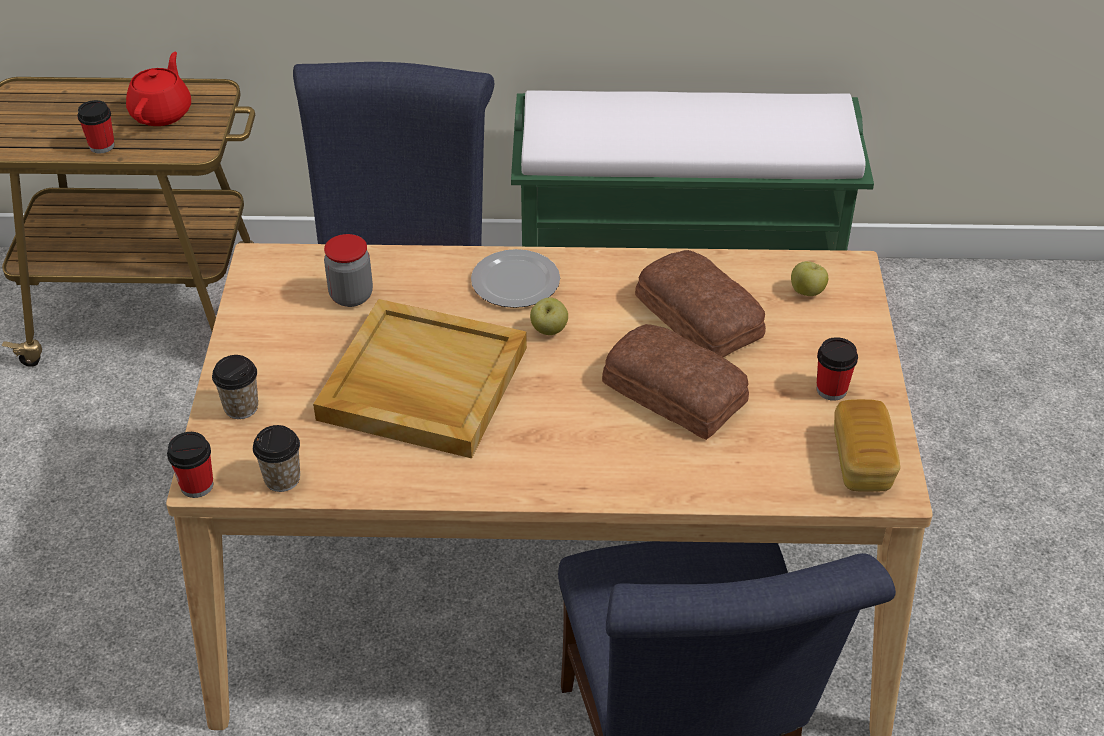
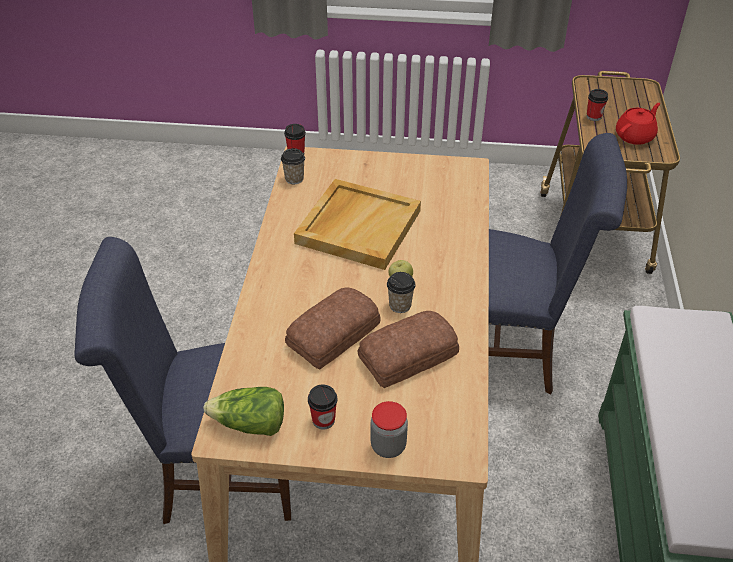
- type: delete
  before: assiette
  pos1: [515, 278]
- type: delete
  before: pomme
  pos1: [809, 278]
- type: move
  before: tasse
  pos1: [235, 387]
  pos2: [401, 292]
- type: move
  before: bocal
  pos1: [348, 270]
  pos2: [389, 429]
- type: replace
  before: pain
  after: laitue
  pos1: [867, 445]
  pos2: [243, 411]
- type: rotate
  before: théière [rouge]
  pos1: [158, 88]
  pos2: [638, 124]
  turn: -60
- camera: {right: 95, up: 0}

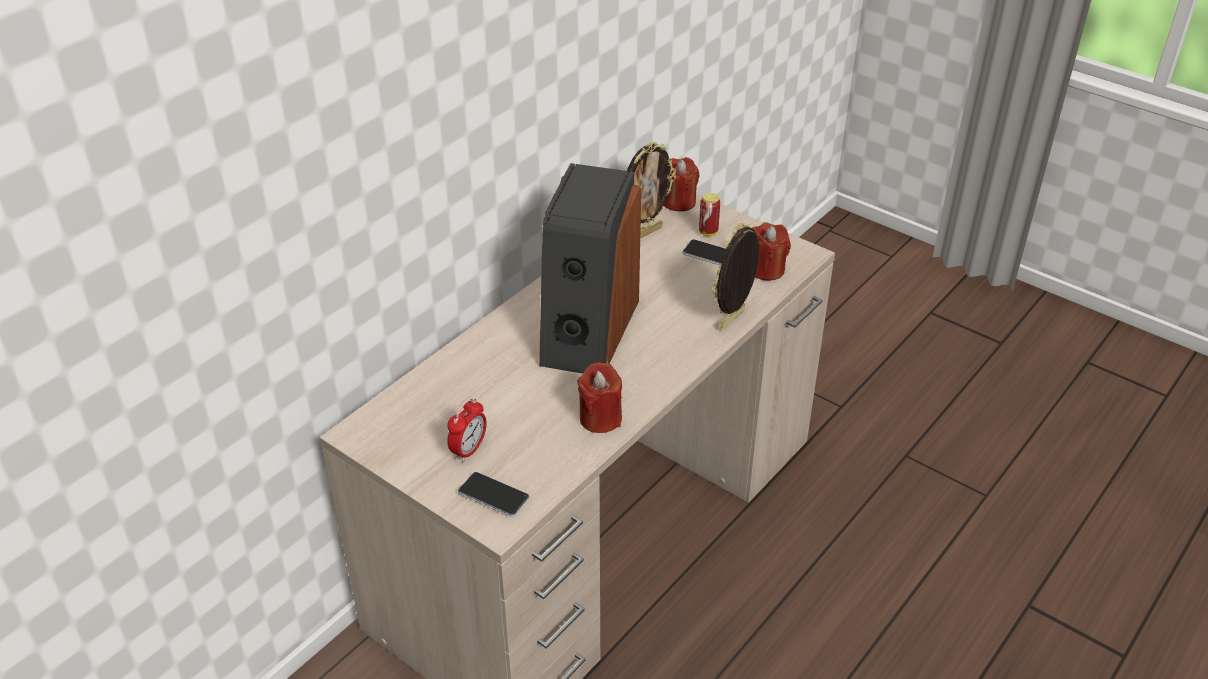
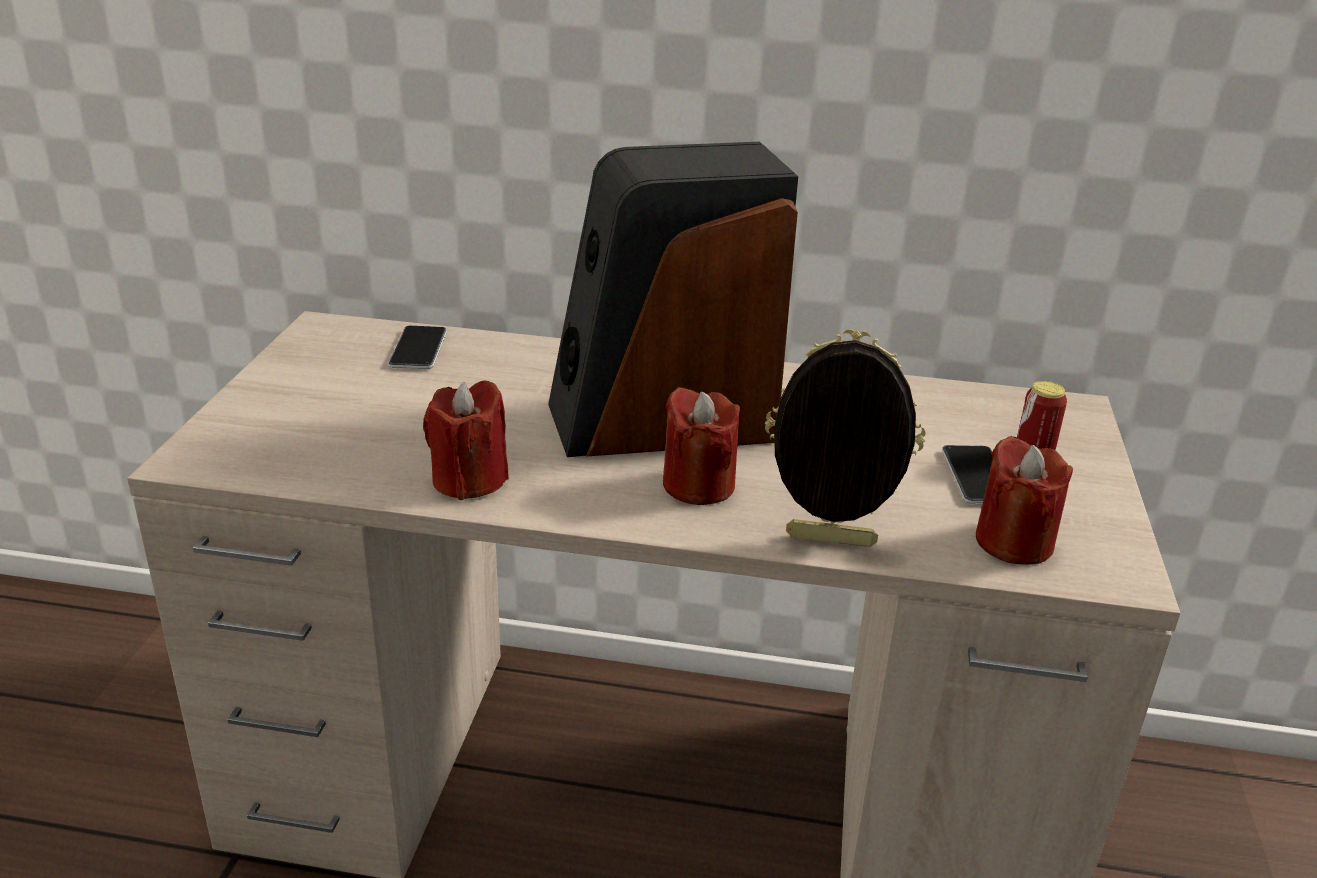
- type: delete
  before: réveil
  pos1: [467, 430]
- type: delete
  before: cadre photo
  pos1: [651, 190]
- type: move
  before: téléphone
  pos1: [493, 494]
  pos2: [417, 347]
- type: move
  before: bougie [rouge]
  pos1: [681, 184]
  pos2: [701, 446]
- camera: {right: 60, up: -10}

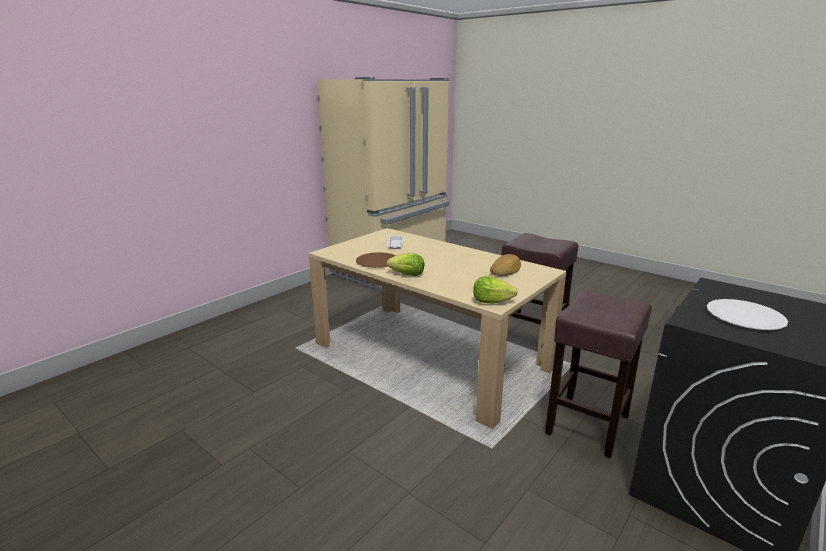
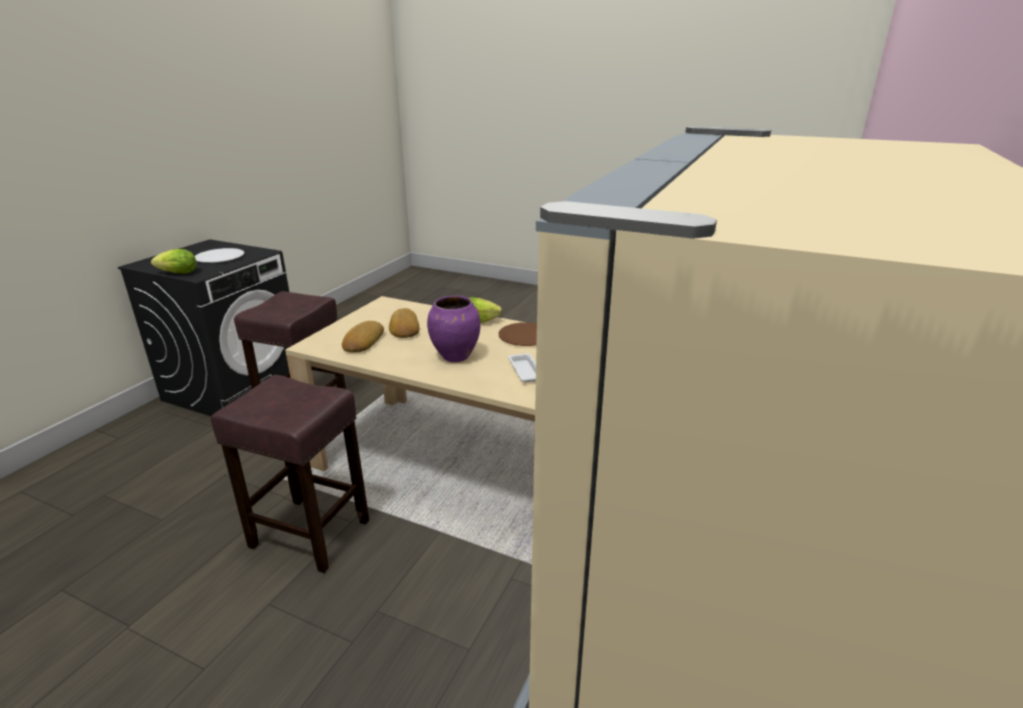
- type: insert
  after: pain
  pos2: [404, 323]
- type: insert
  after: vase [violet]
  pos2: [454, 329]
- type: move
  before: laitue
  pos1: [495, 290]
  pos2: [174, 261]
- camera: {right: 165, up: 5}

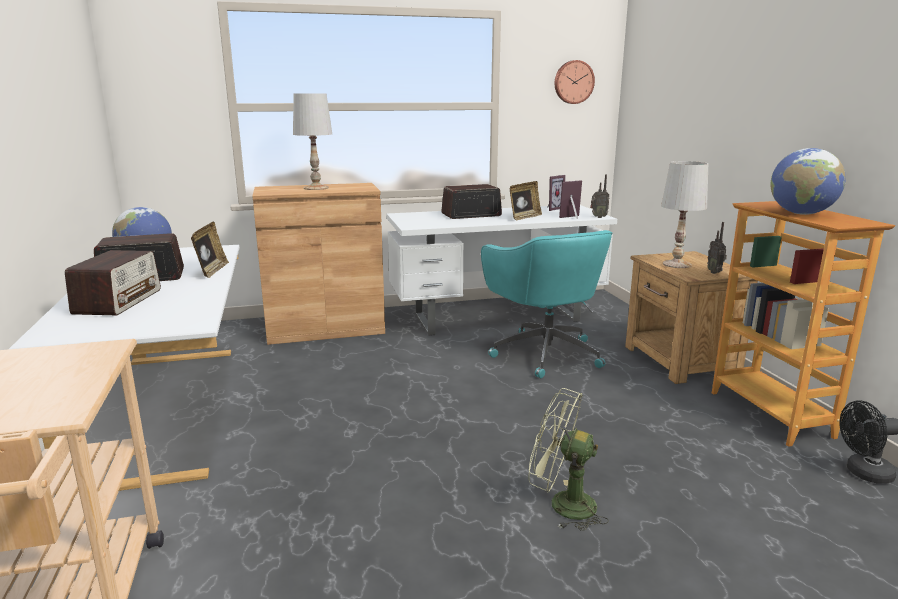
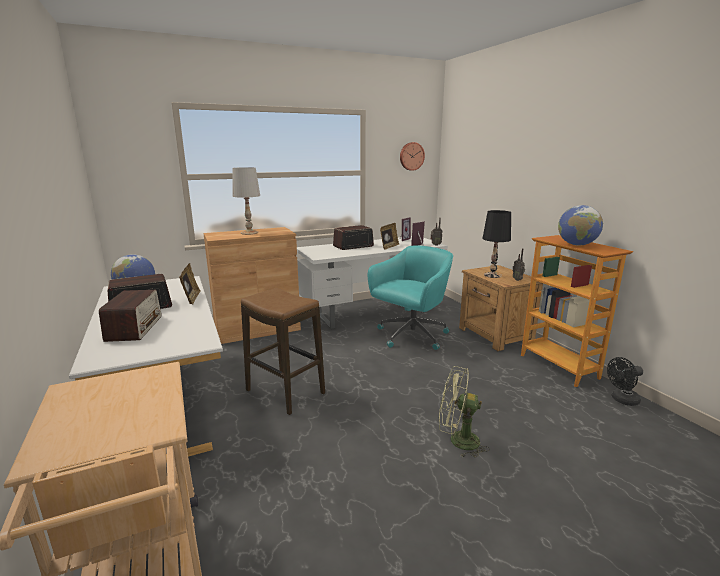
- type: insert
  after: tabouret
  pos2: [283, 351]
- type: recolor
  before: lampe de table [blanc]
  after: lampe de table [noir]
  pos1: [684, 214]
  pos2: [496, 244]
- type: rotate
  before: chaise de bureau [turquoise]
  pos1: [546, 304]
  pos2: [410, 298]
  turn: -105
- camera: {right: -10, up: 0}

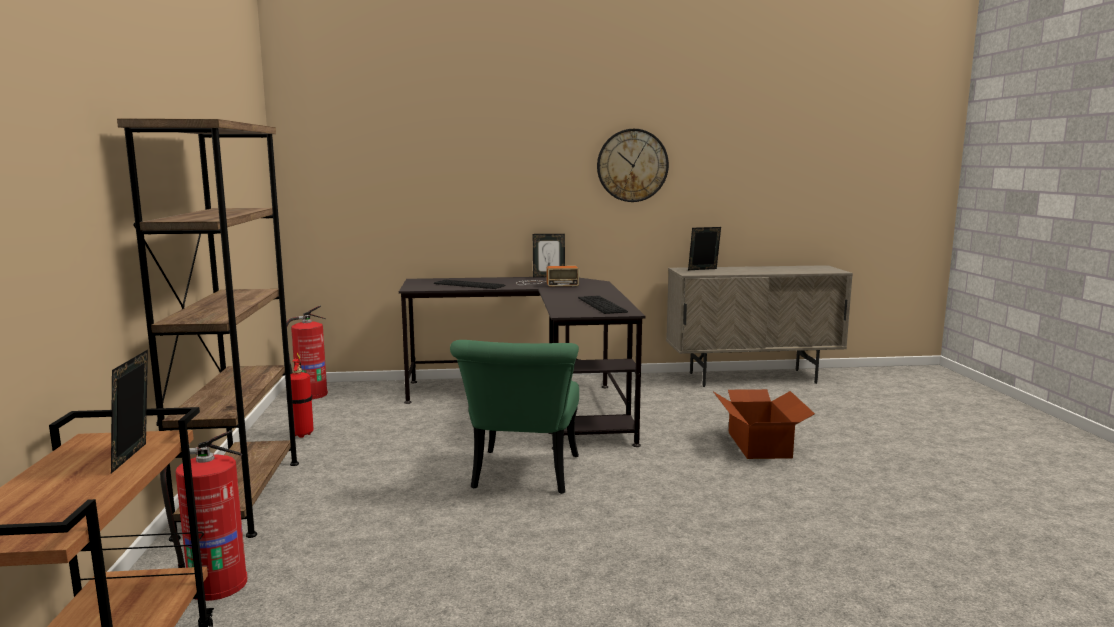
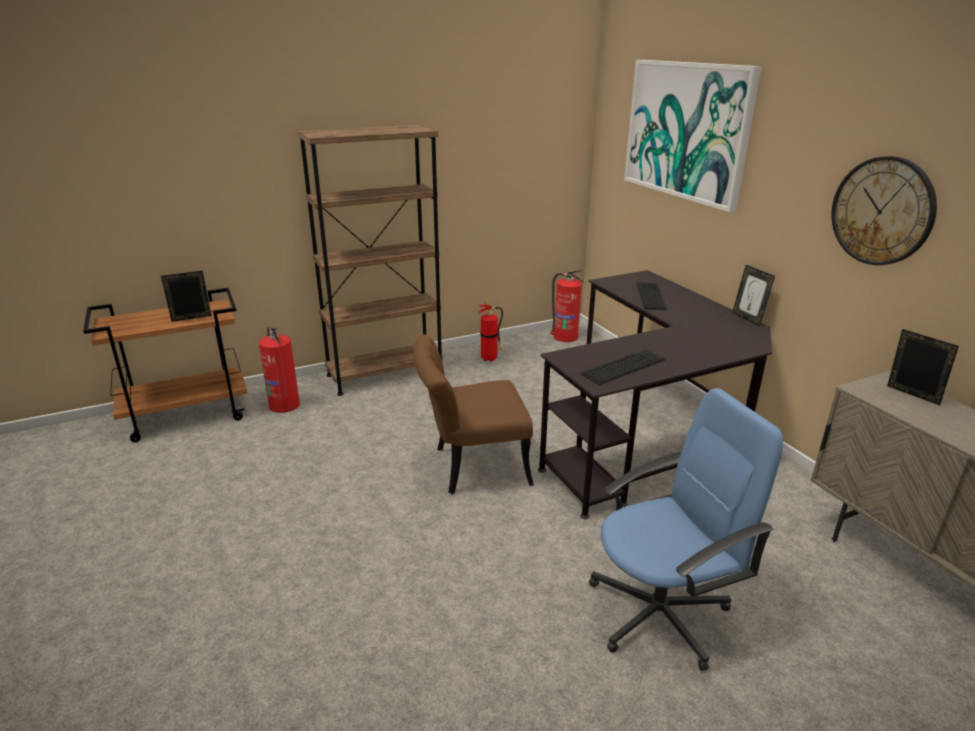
- type: delete
  before: radio
  pos1: [547, 276]
- type: insert
  after: tableau
  pos2: [693, 136]
- type: replace
  before: carton
  after: chaise de bureau [bleu]
  pos1: [764, 424]
  pos2: [686, 529]
- type: recolor
  before: chaise [vert]
  after: chaise [marron]
  pos1: [514, 417]
  pos2: [473, 414]
- camera: {right: 70, up: 15}

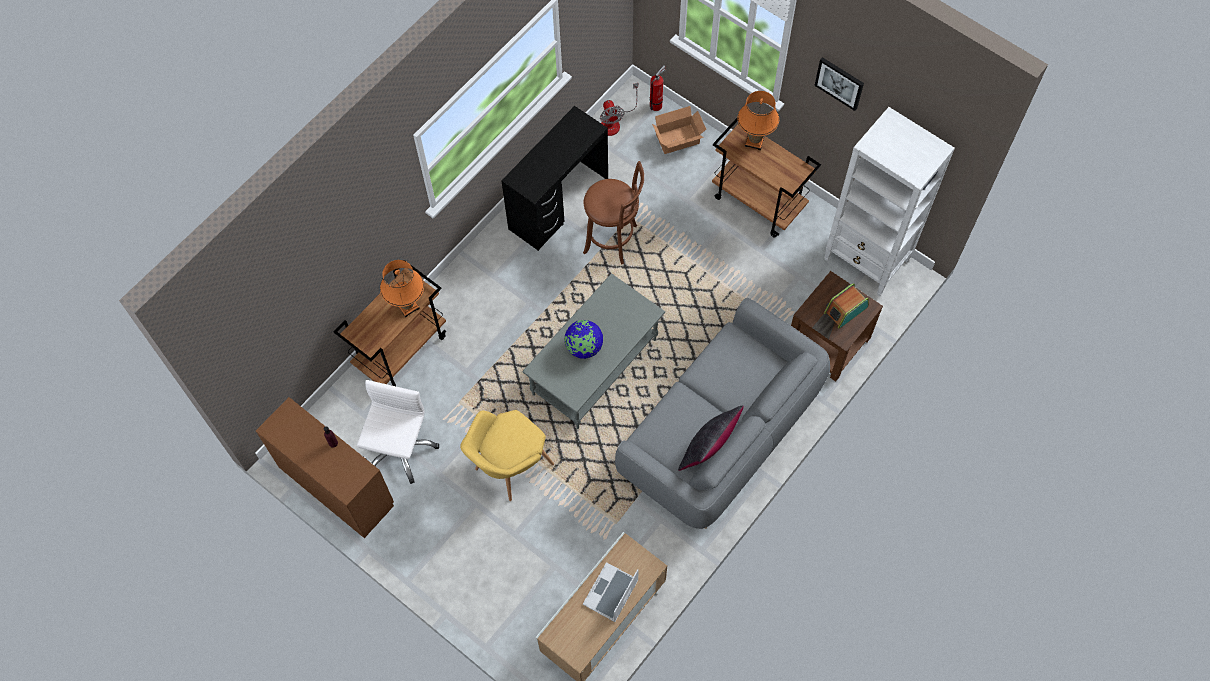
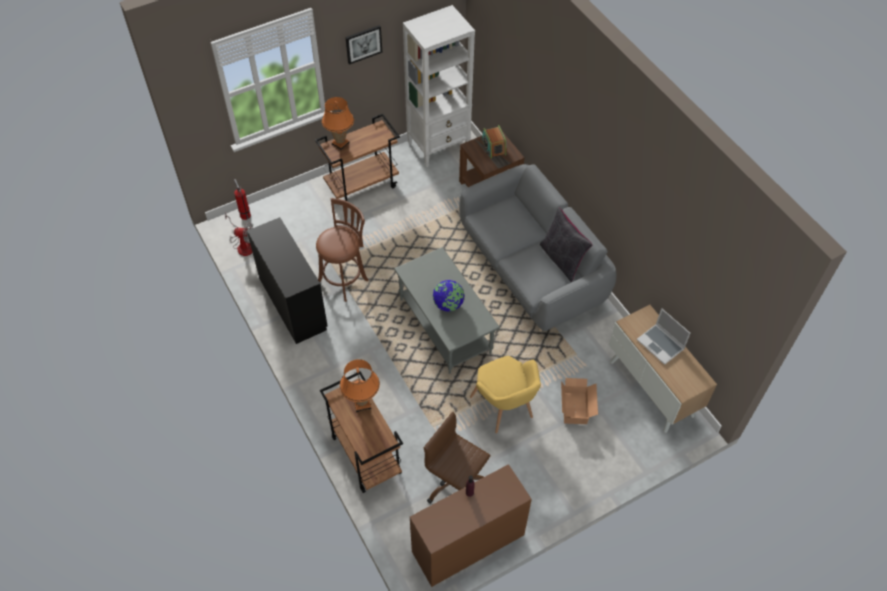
- type: move
  before: carton
  pos1: [679, 130]
  pos2: [579, 401]
- type: recolor
  before: chaise de bureau [blanc]
  after: chaise de bureau [marron]
  pos1: [398, 432]
  pos2: [457, 458]
- camera: {right: -70, up: -10}

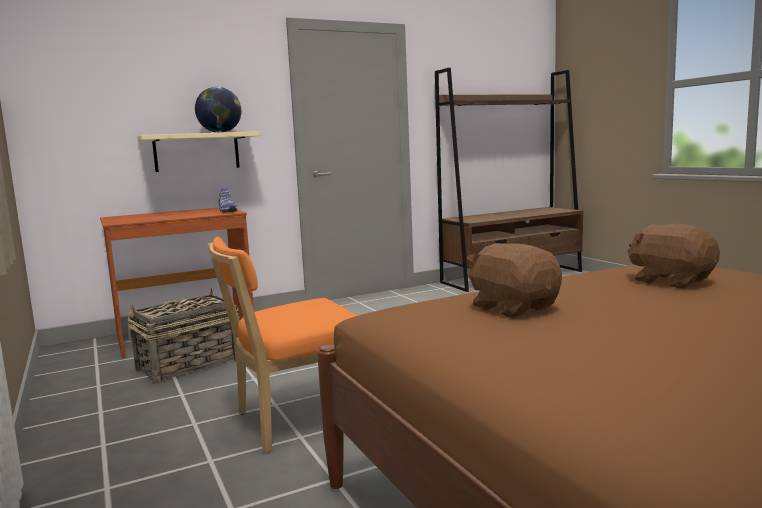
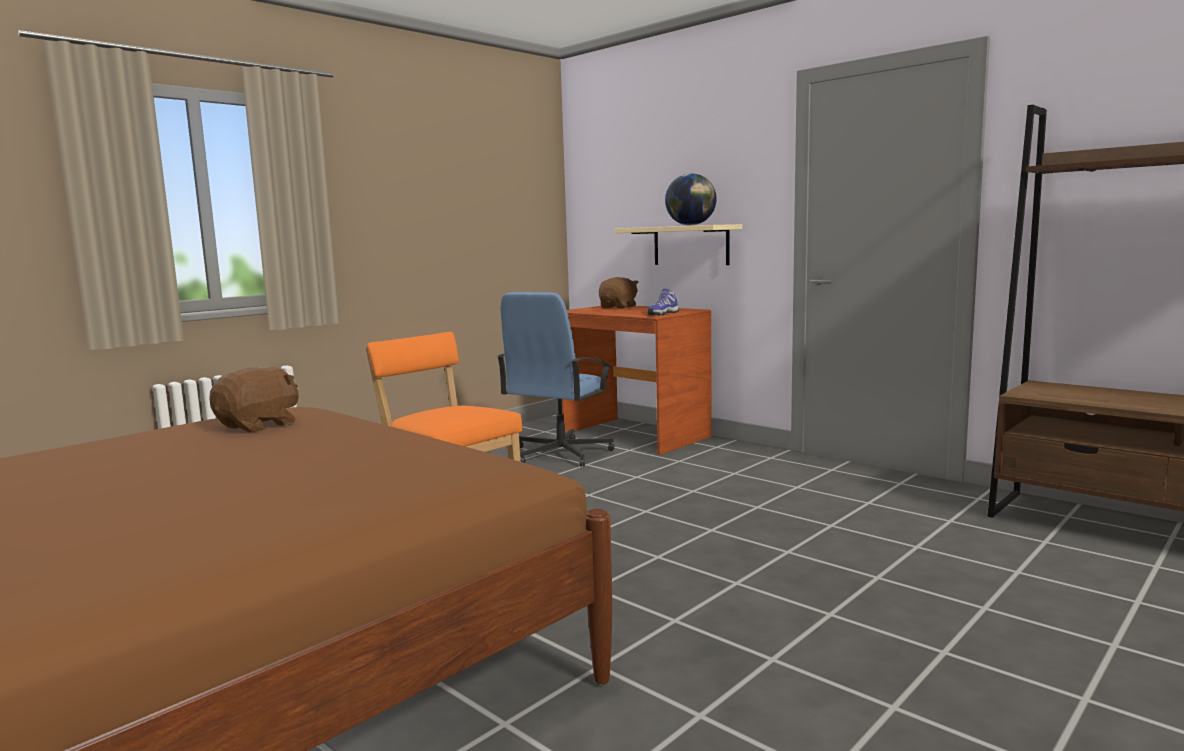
- type: move
  before: peluche [marron]
  pos1: [674, 256]
  pos2: [619, 293]
- type: replace
  before: panier
  after: chaise de bureau [bleu]
  pos1: [183, 336]
  pos2: [556, 379]
- camera: {right: 70, up: 0}

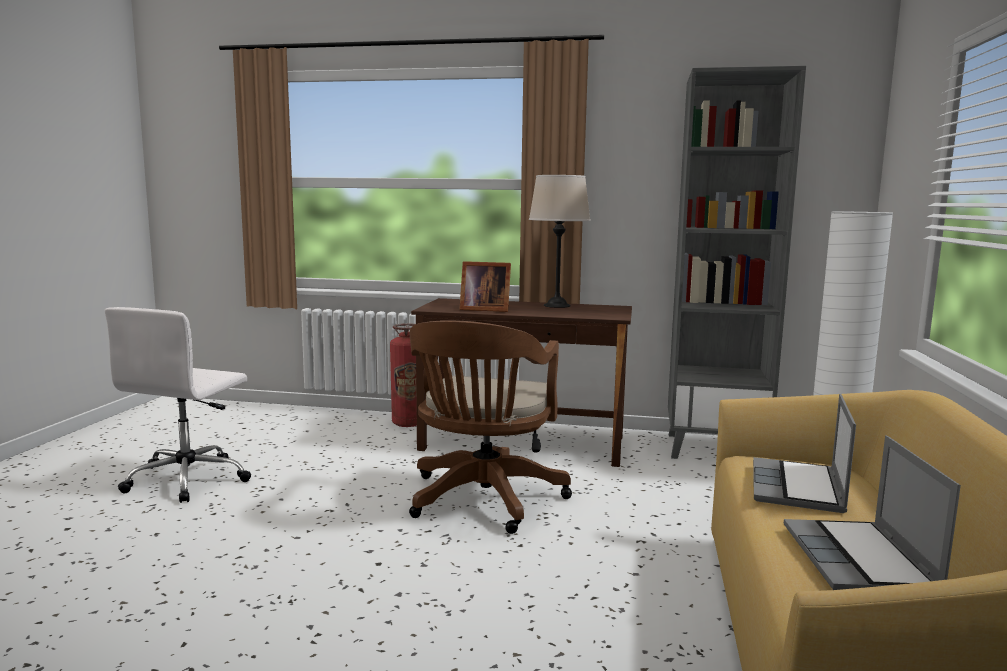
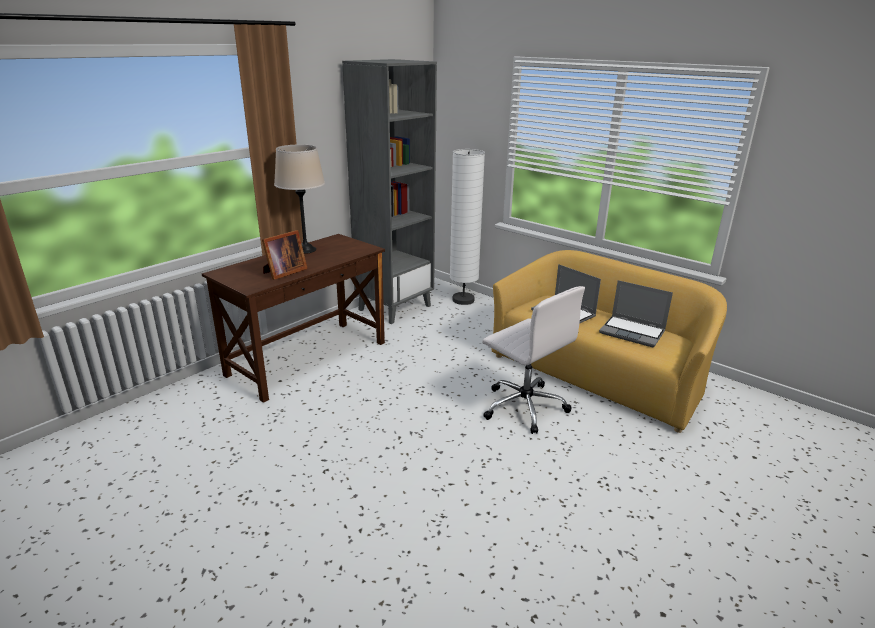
- type: delete
  before: extincteur
  pos1: [403, 375]
- type: delete
  before: chaise de bureau [marron]
  pos1: [490, 427]
- type: move
  before: chaise de bureau [blanc]
  pos1: [178, 405]
  pos2: [533, 360]
- camera: {right: -60, up: 15}

